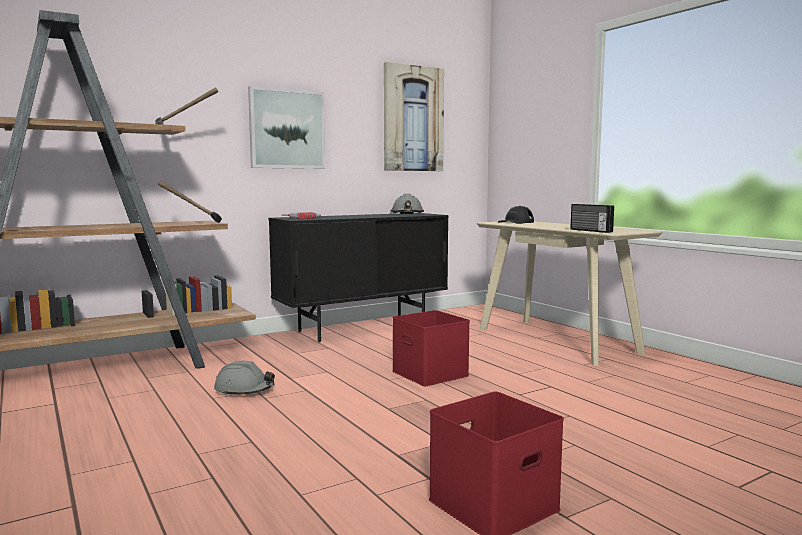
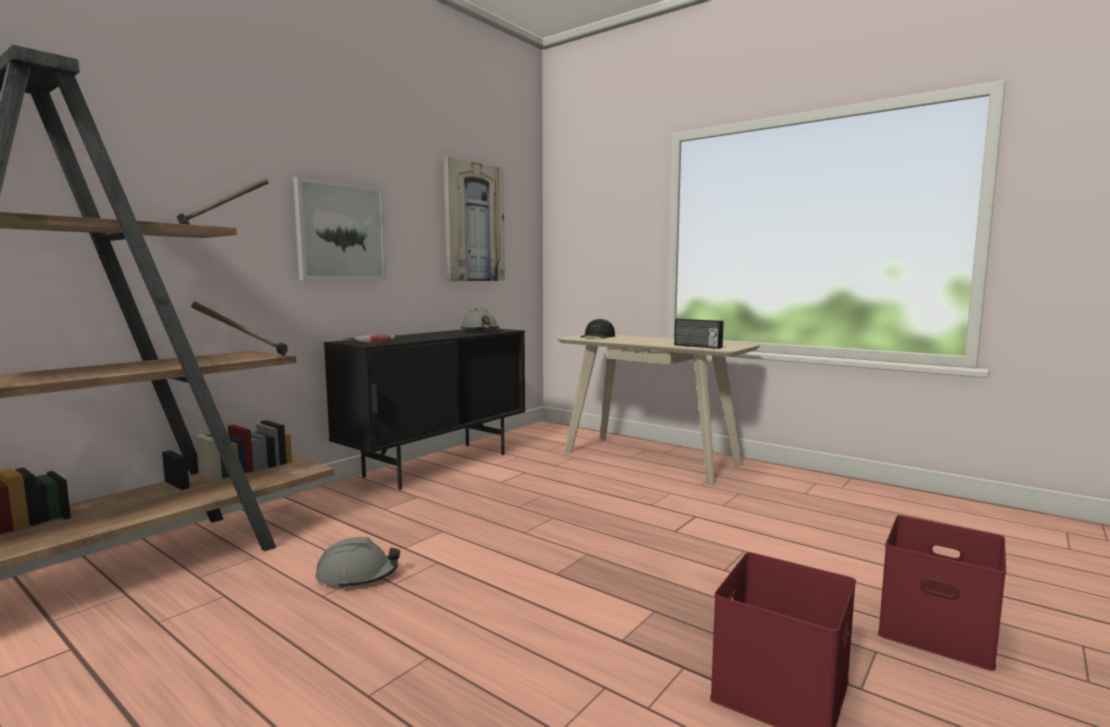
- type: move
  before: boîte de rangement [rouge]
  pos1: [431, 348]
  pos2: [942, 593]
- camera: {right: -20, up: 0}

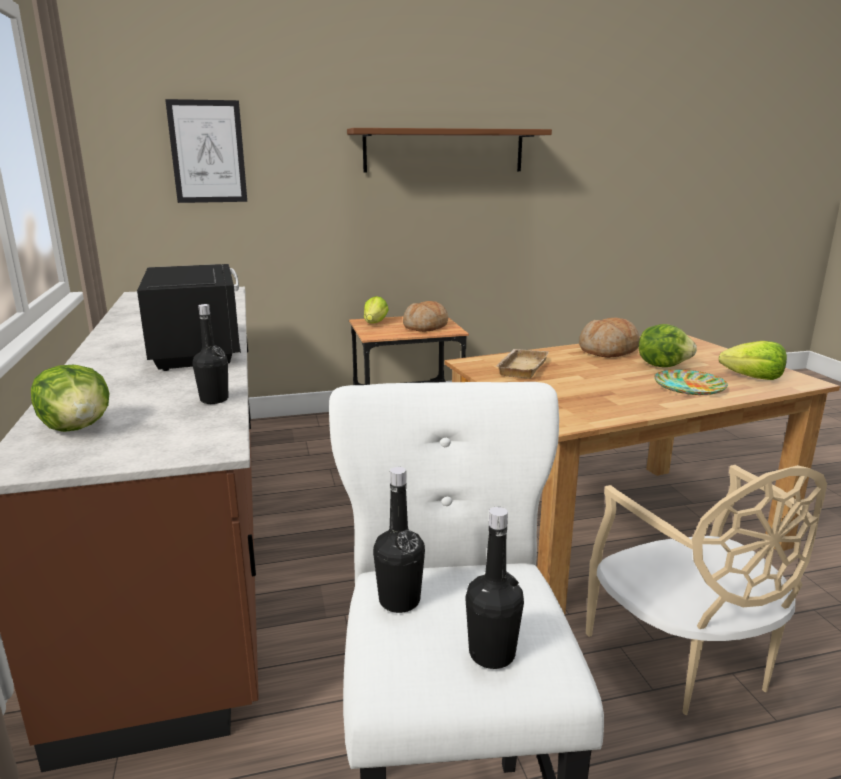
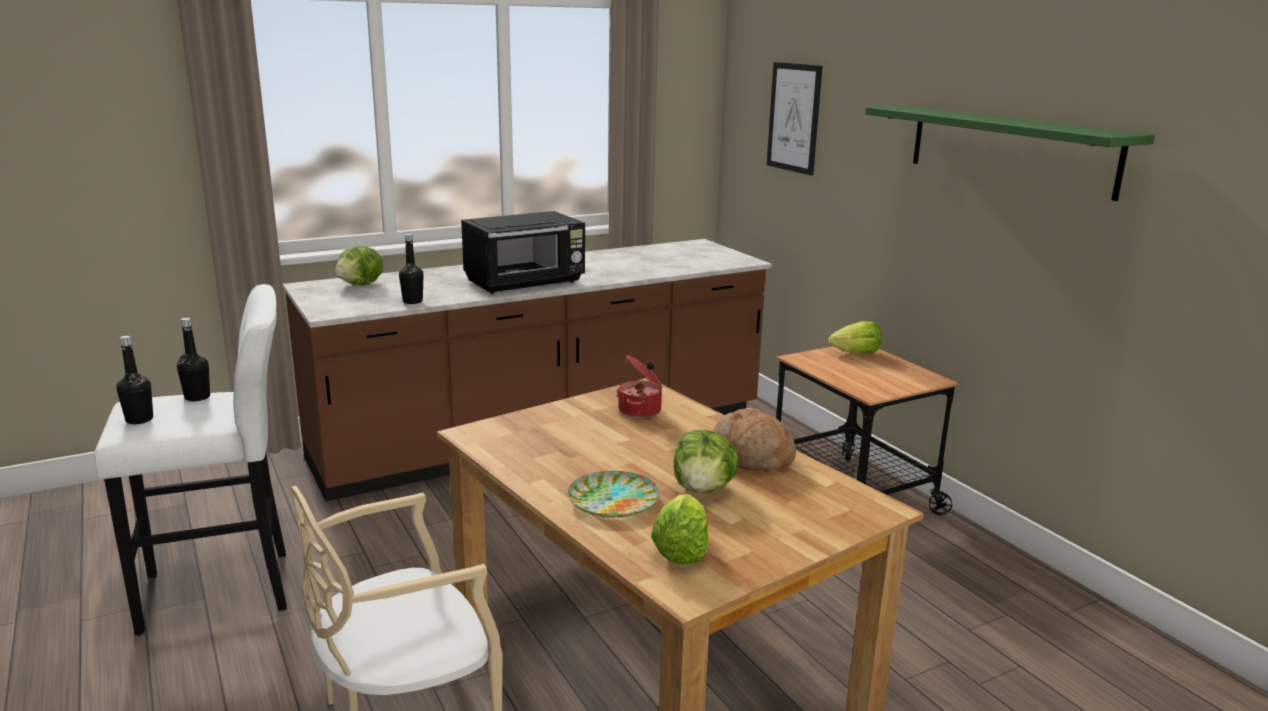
- type: delete
  before: pain
  pos1: [425, 316]
- type: replace
  before: plateau [beige]
  after: marmite
  pos1: [523, 364]
  pos2: [639, 386]
- type: recolor
  before: étagère [marron]
  after: étagère [vert]
  pos1: [449, 150]
  pos2: [1010, 153]
- camera: {right: 75, up: 0}

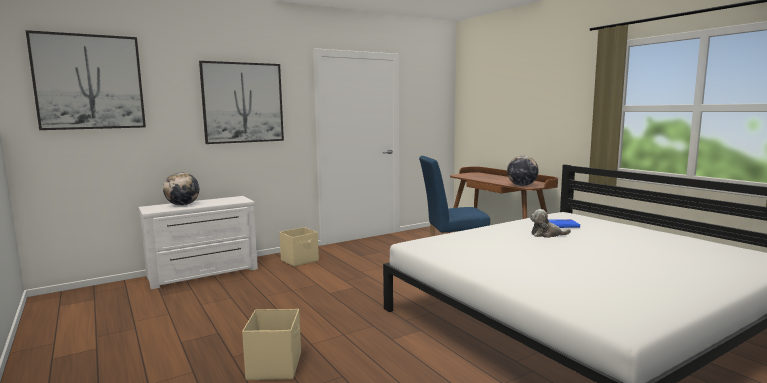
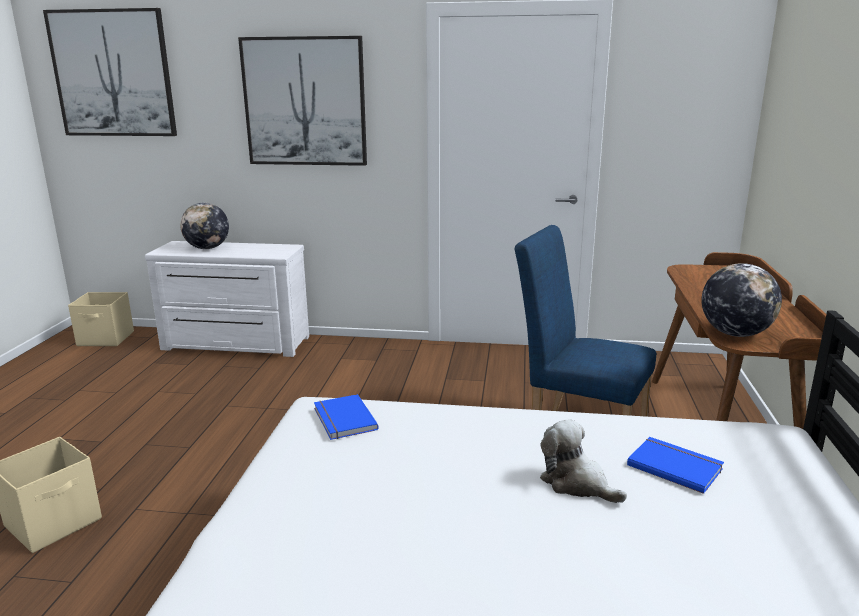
- type: insert
  after: livre [bleu]
  pos2: [346, 417]
- type: move
  before: boîte de rangement [beige]
  pos1: [299, 247]
  pos2: [101, 319]
- camera: {right: 40, up: 10}

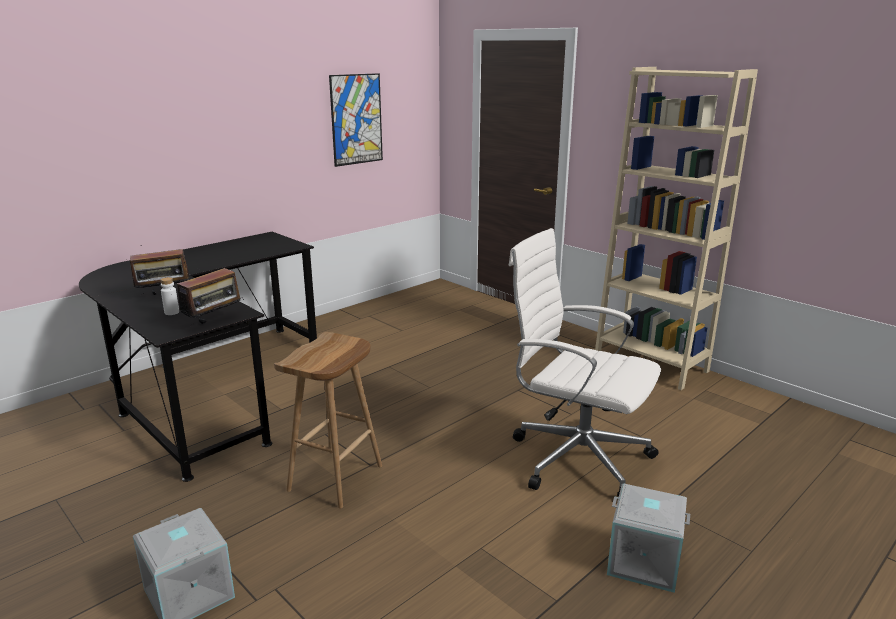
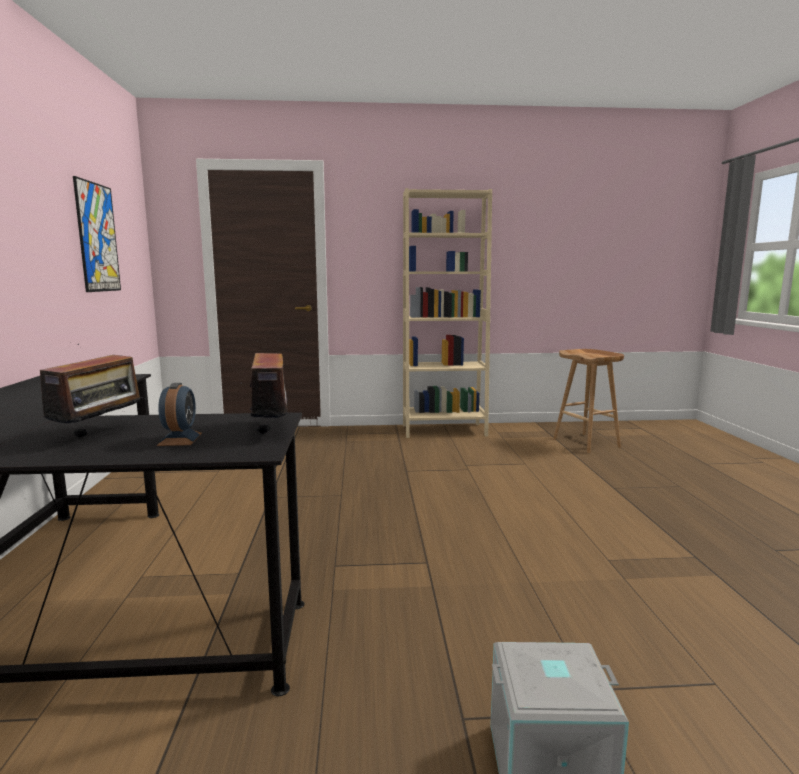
- type: delete
  before: chaise de bureau [blanc]
  pos1: [585, 362]
- type: delete
  before: boîte de rangement [gris]
  pos1: [648, 538]
- type: move
  before: tabouret [marron]
  pos1: [328, 420]
  pos2: [588, 401]
- type: replace
  before: bouteille [blanc]
  after: réveil
  pos1: [170, 296]
  pos2: [179, 414]
- camera: {right: -50, up: -10}

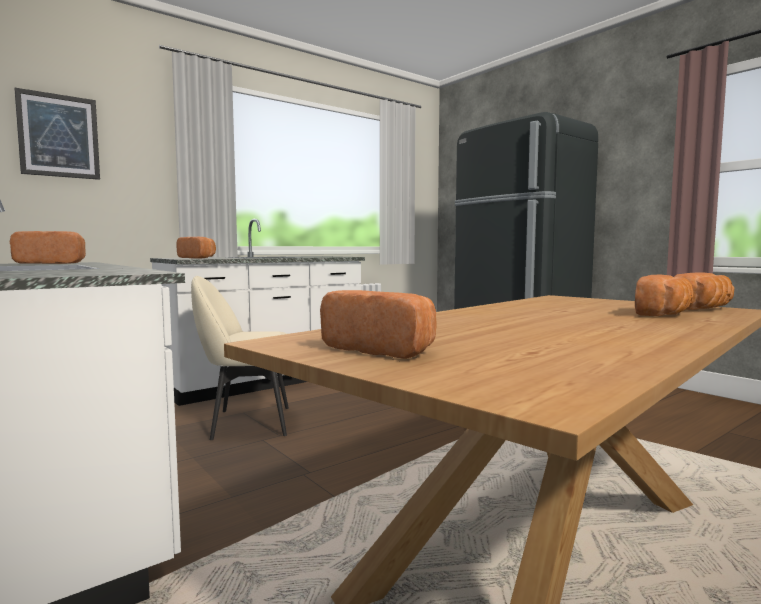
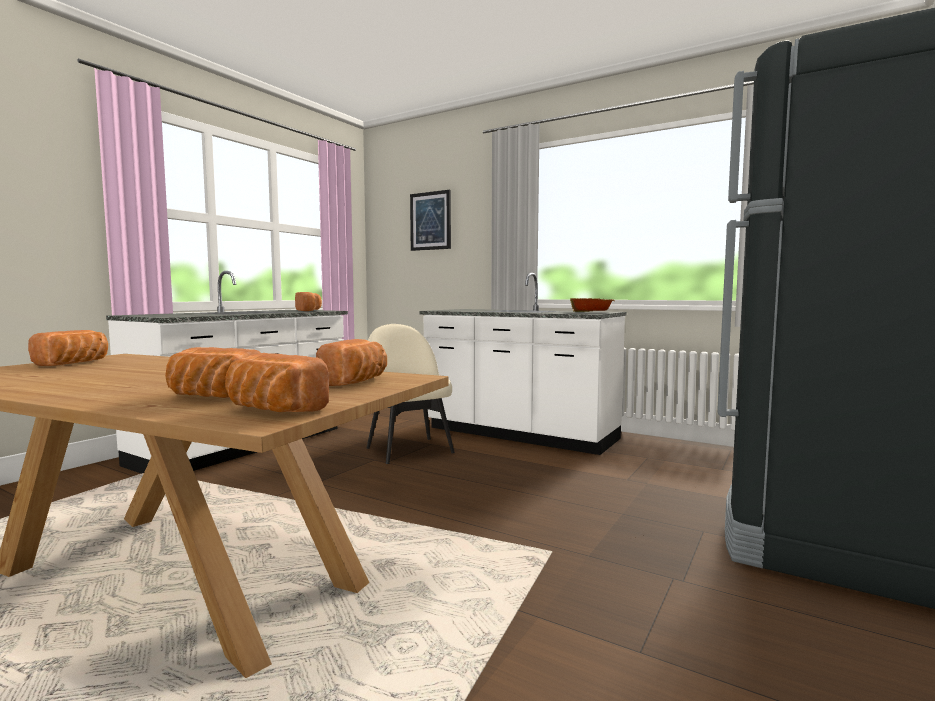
- type: insert
  after: bol
  pos2: [592, 305]
- type: move
  before: pain
  pos1: [196, 248]
  pos2: [351, 362]
- camera: {right: 70, up: 0}

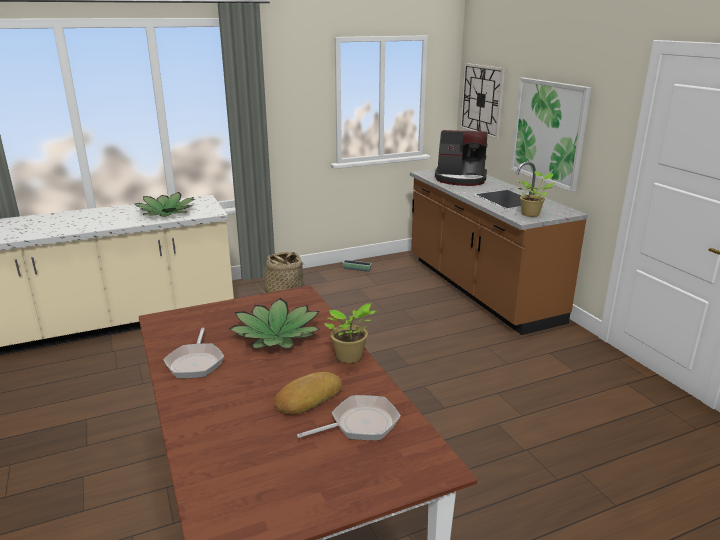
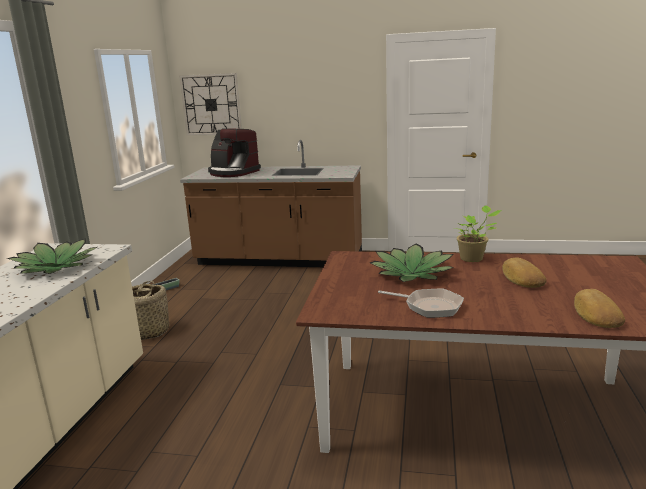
- type: delete
  before: poêle
  pos1: [349, 417]
- type: delete
  before: tableau
  pos1: [550, 135]
- type: delete
  before: plante en pot
  pos1: [536, 194]
- type: insert
  after: pain
  pos2: [599, 308]
- type: rotate
  before: machine à café
  pos1: [461, 158]
  pos2: [234, 152]
  turn: 75
- camera: {right: -55, up: -5}

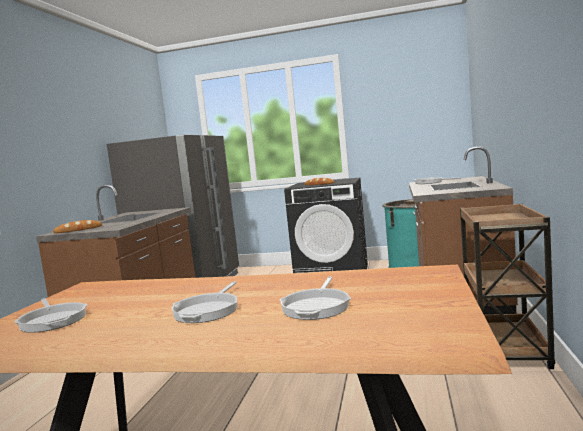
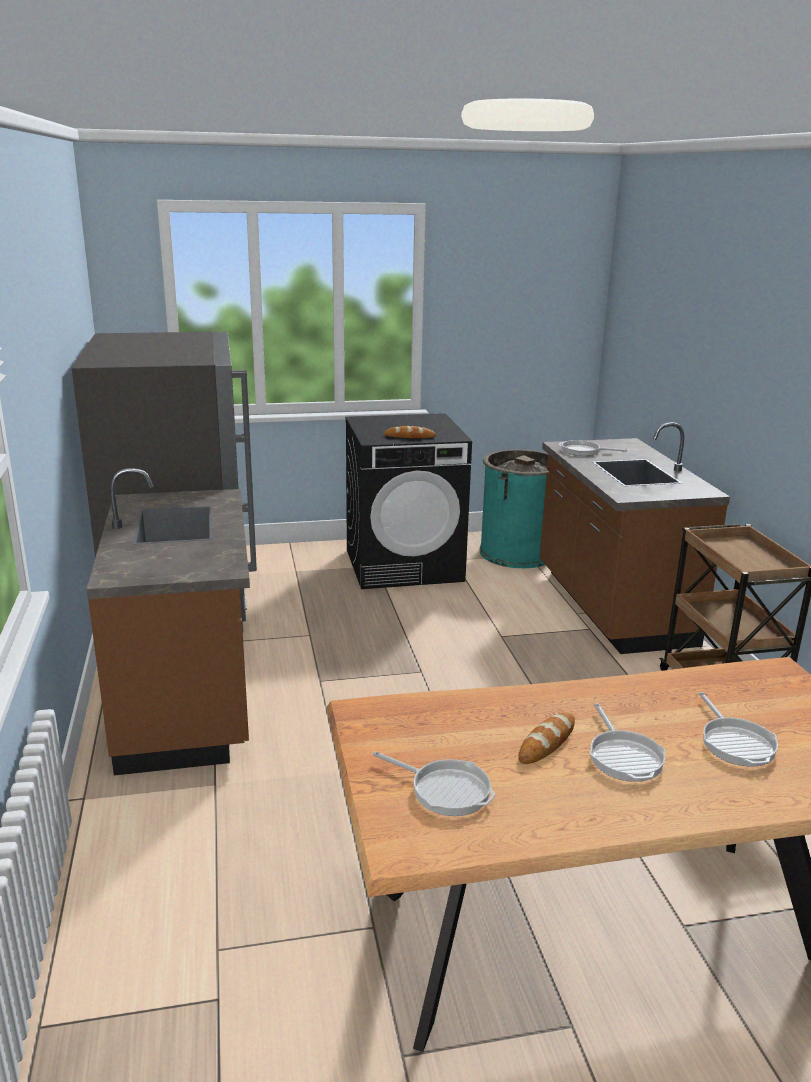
- type: move
  before: pain
  pos1: [77, 226]
  pos2: [546, 738]
- camera: {right: -25, up: 15}

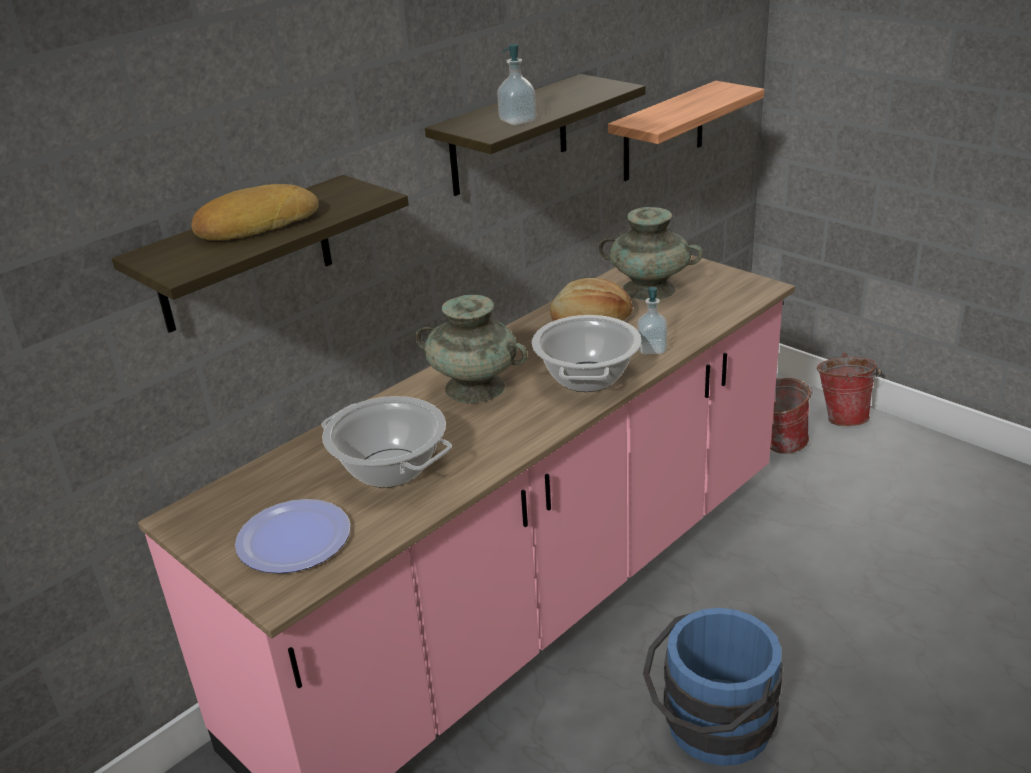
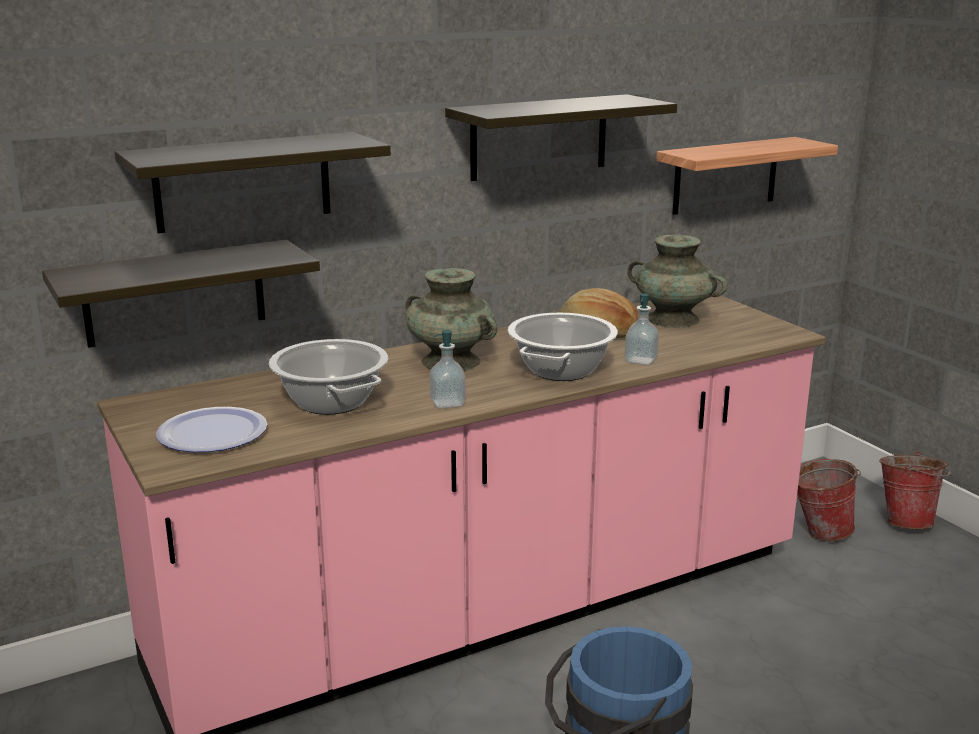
- type: delete
  before: pain
  pos1: [255, 212]
- type: insert
  after: étagère
  pos2: [181, 294]
- type: move
  before: distributeur de savon
  pos1: [516, 84]
  pos2: [448, 369]
- camera: {right: 15, up: -10}

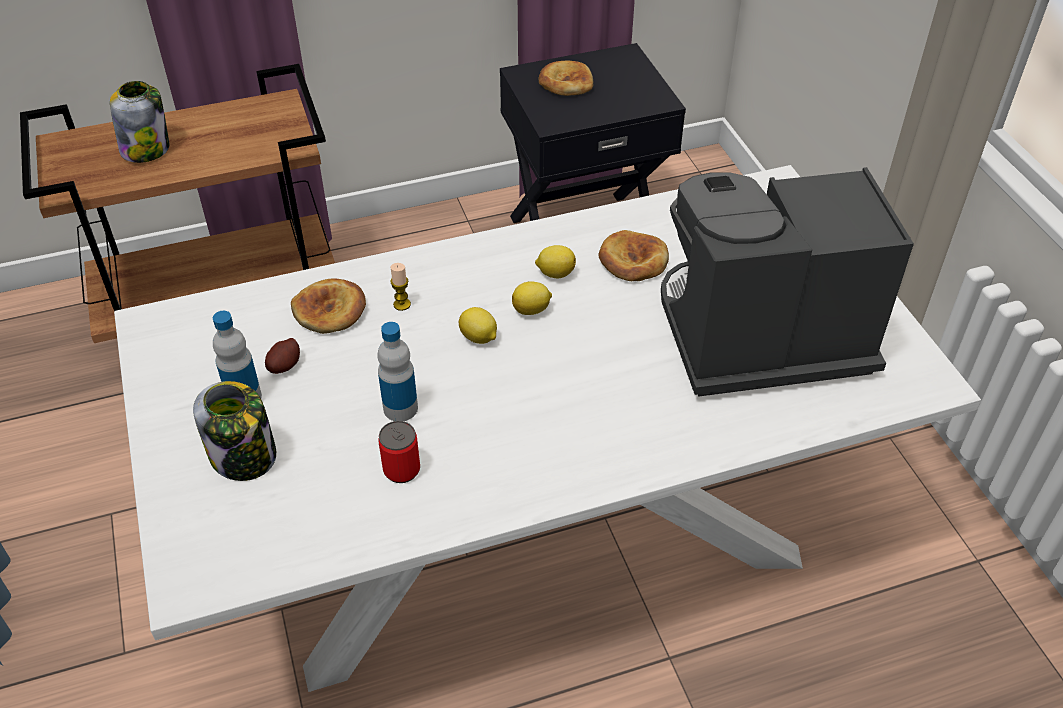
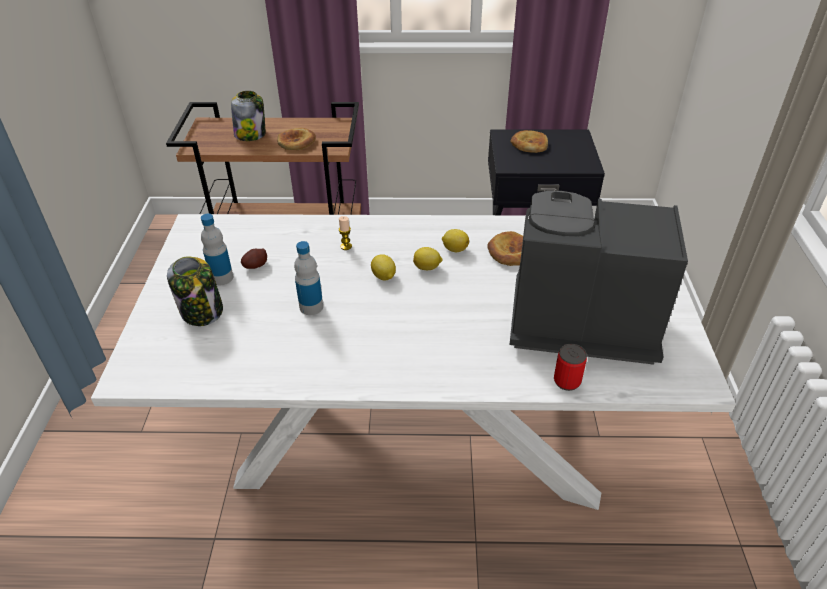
- type: move
  before: pain
  pos1: [328, 306]
  pos2: [296, 139]
- type: move
  before: boîte métallique
  pos1: [399, 452]
  pos2: [570, 367]
- camera: {right: 20, up: -5}

